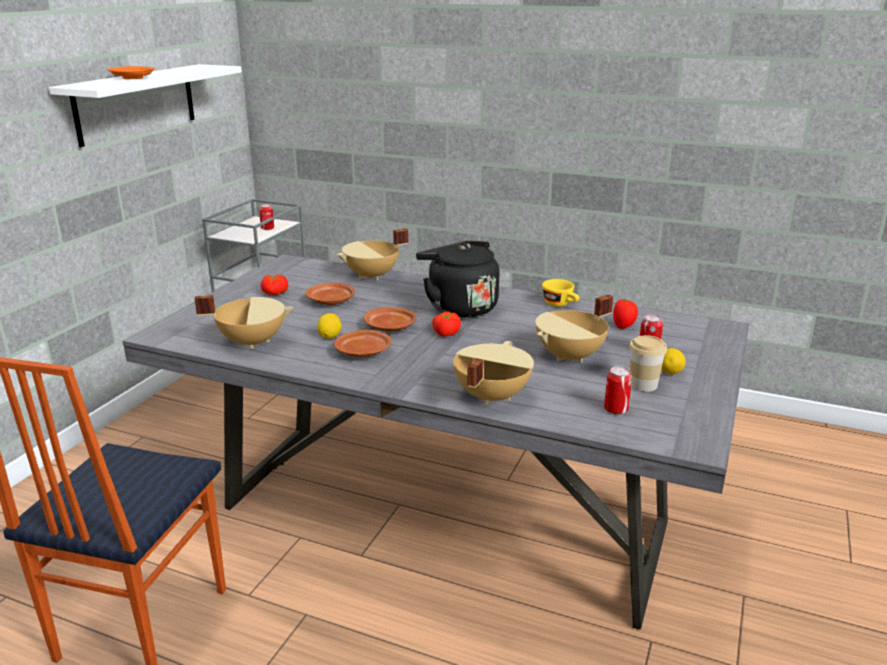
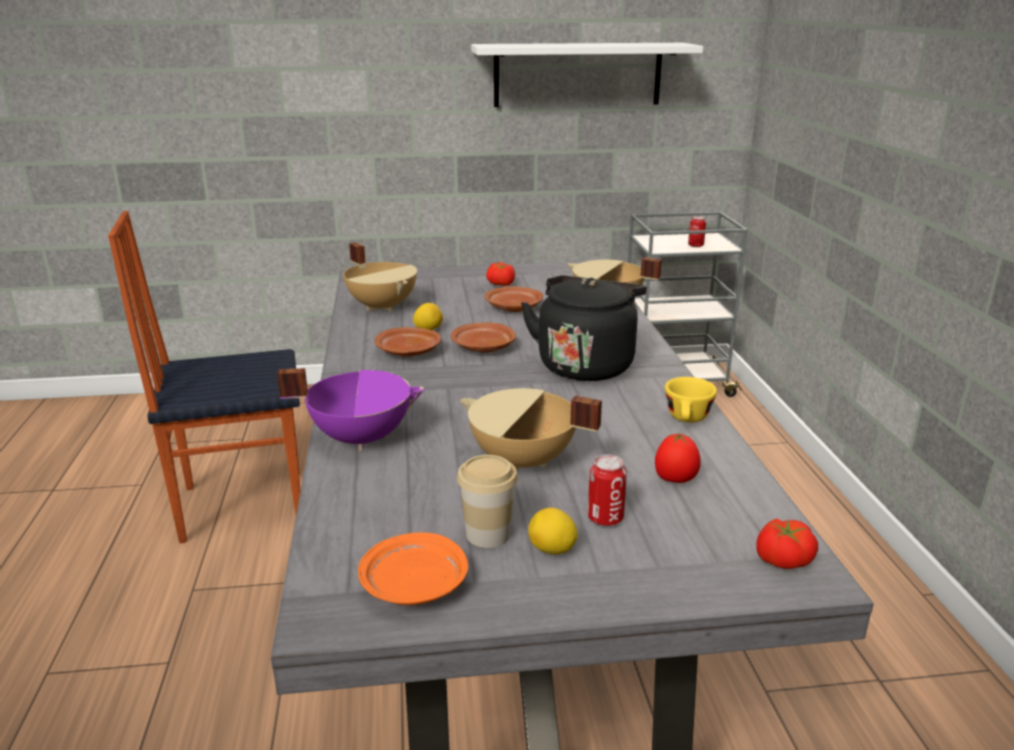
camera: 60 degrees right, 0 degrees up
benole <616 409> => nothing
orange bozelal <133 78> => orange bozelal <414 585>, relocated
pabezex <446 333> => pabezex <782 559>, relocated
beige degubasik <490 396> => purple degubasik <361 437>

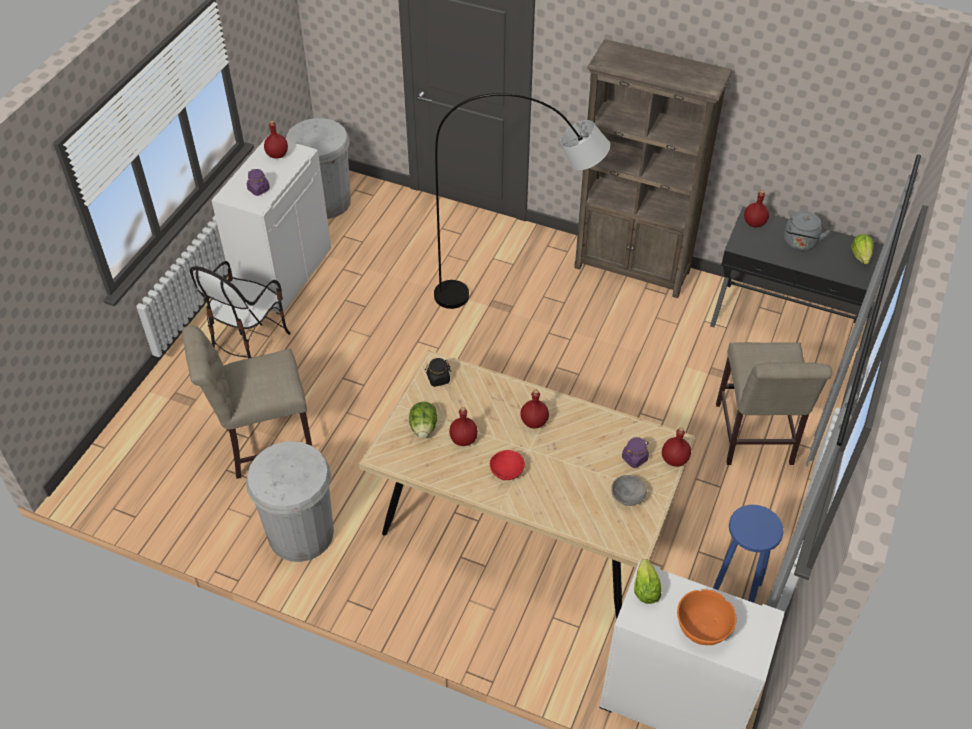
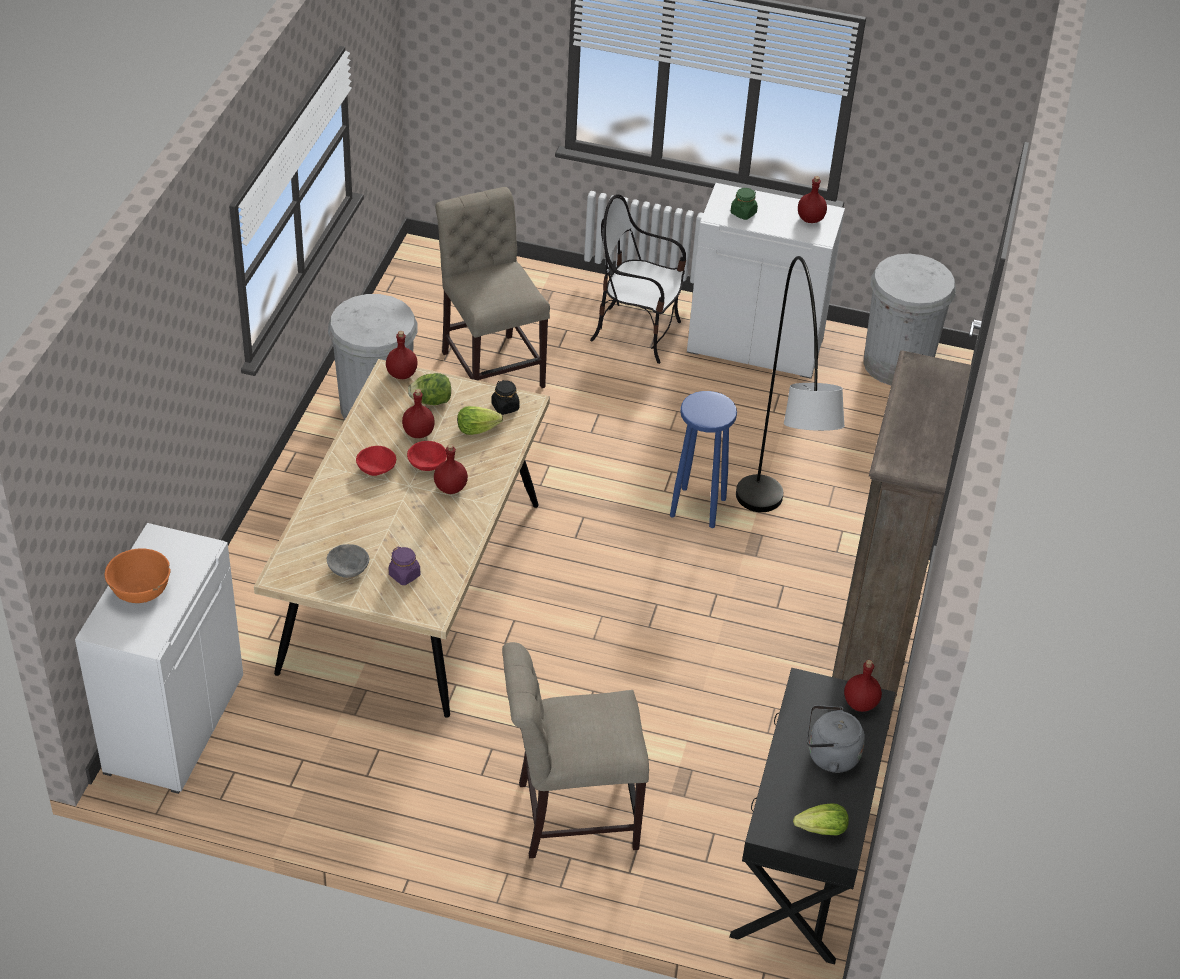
camera: 80 degrees right, 5 degrees down
nothing => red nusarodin <426 464>
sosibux <645 590> => sosibux <477 429>, relocated
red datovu <675 459> => red datovu <402 374>, relocated
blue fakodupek <735 592> => blue fakodupek <697 507>, relocated
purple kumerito <258 189> => green kumerito <743 213>

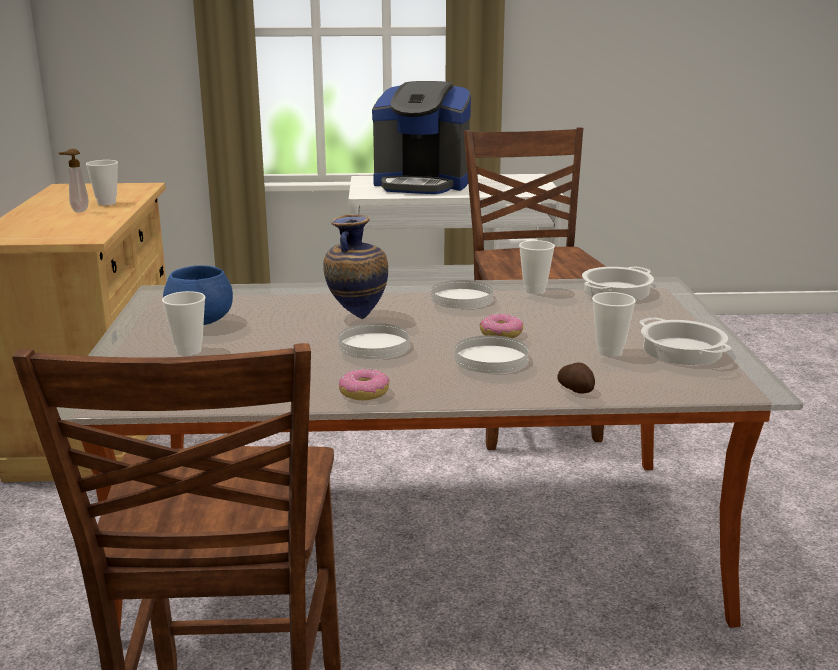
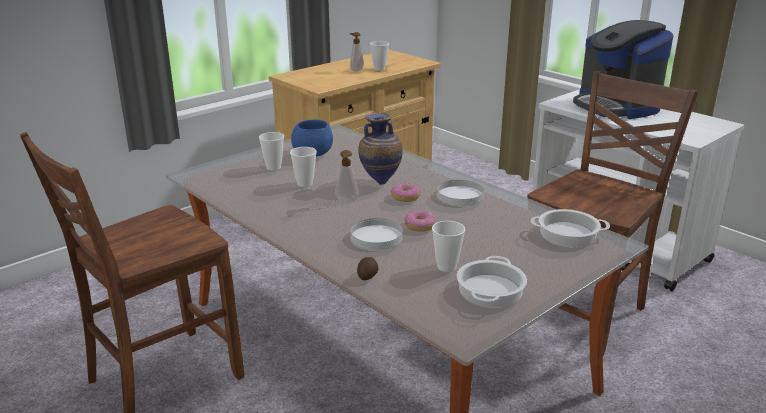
camera: 50 degrees right, 5 degrees up
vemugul <364 393> => vemugul <405 197>, relocated
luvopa <534 290> => luvopa <305 184>, relocated
white bozelal <374 345> => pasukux <346 201>

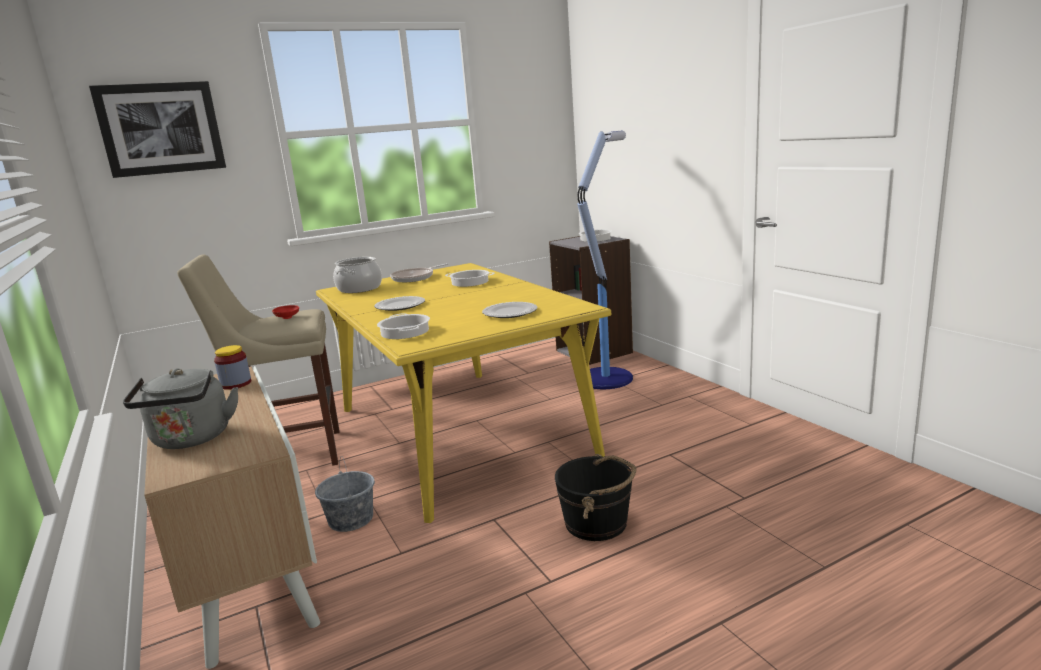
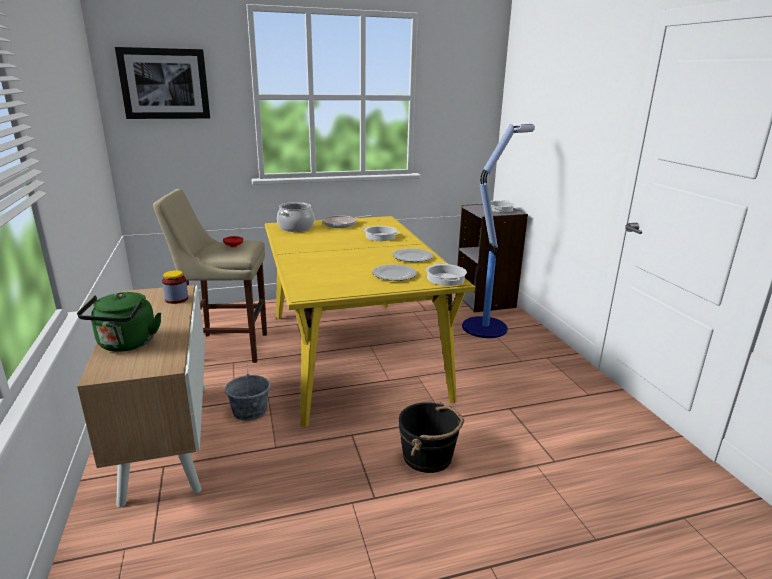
camera: 10 degrees right, 5 degrees up
bozelal <400 305> => bozelal <412 257>, relocated
degubasik <404 332> => degubasik <445 279>, relocated
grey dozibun <191 440> => green dozibun <126 344>

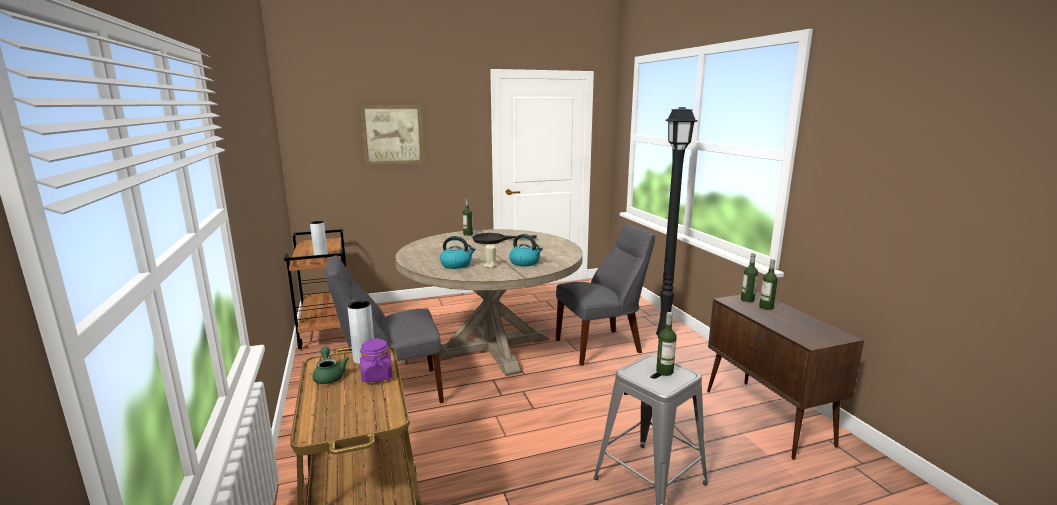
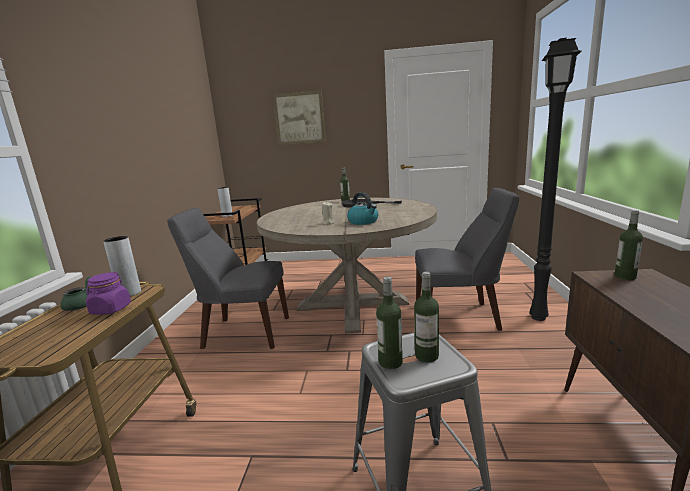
camera: 25 degrees right, 0 degrees up
dozibun <456 265> => nothing
datovu <766 307> => datovu <390 362>, relocated

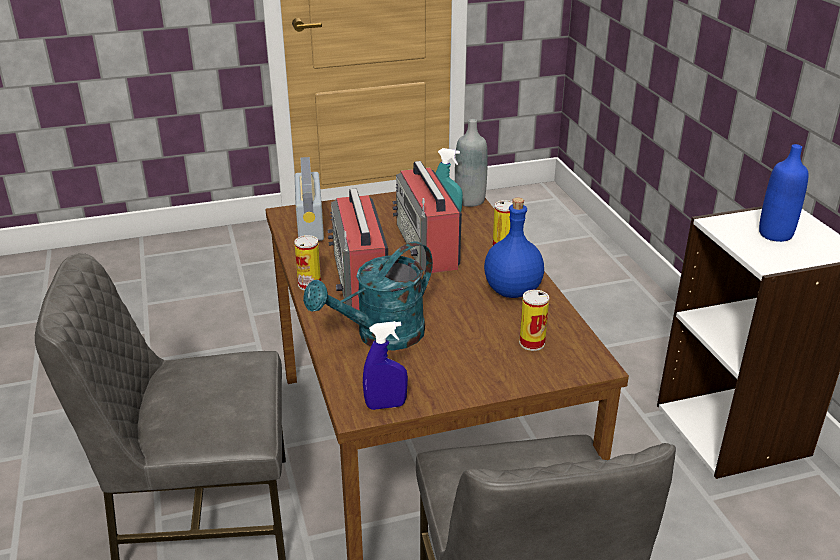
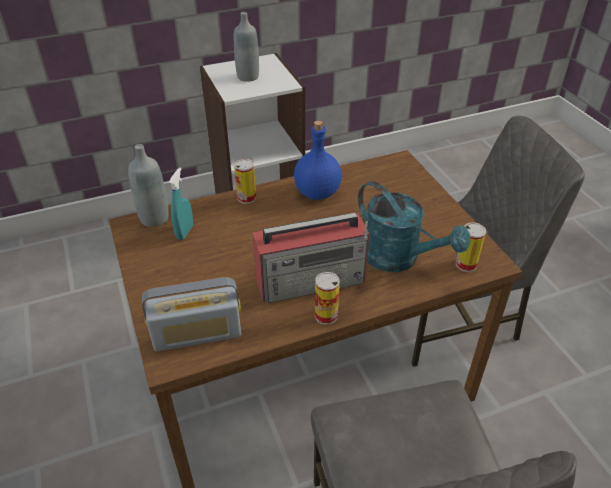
camera: 95 degrees left, 10 degrees up
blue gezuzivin <385 405> => nothing
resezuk <427 246> => nothing
benole <532 343> => benole <466 264>, relocated
blue datovu <775 234> => grey datovu <248 77>

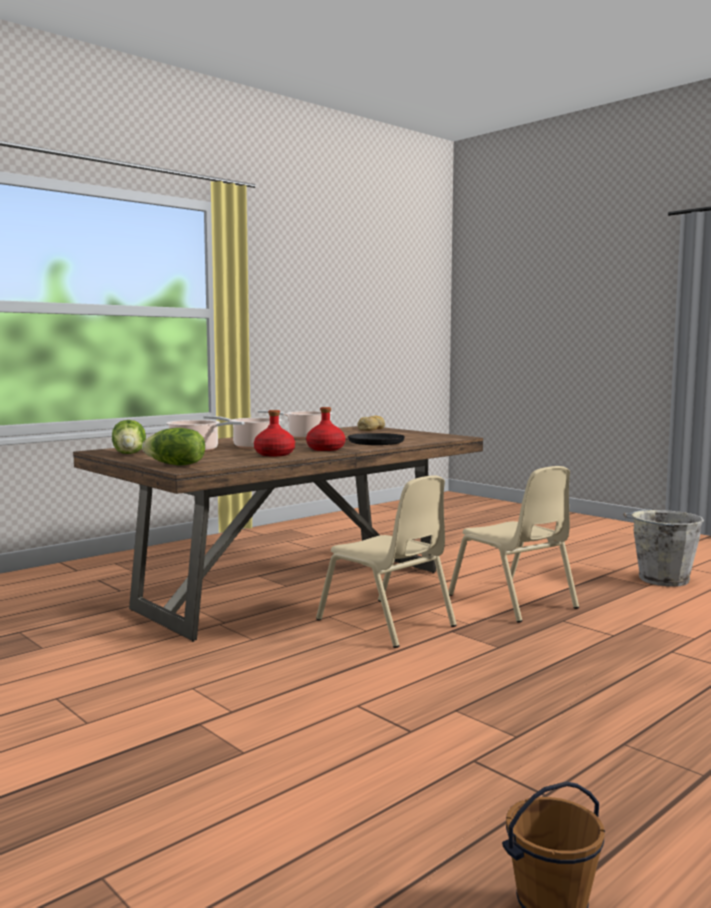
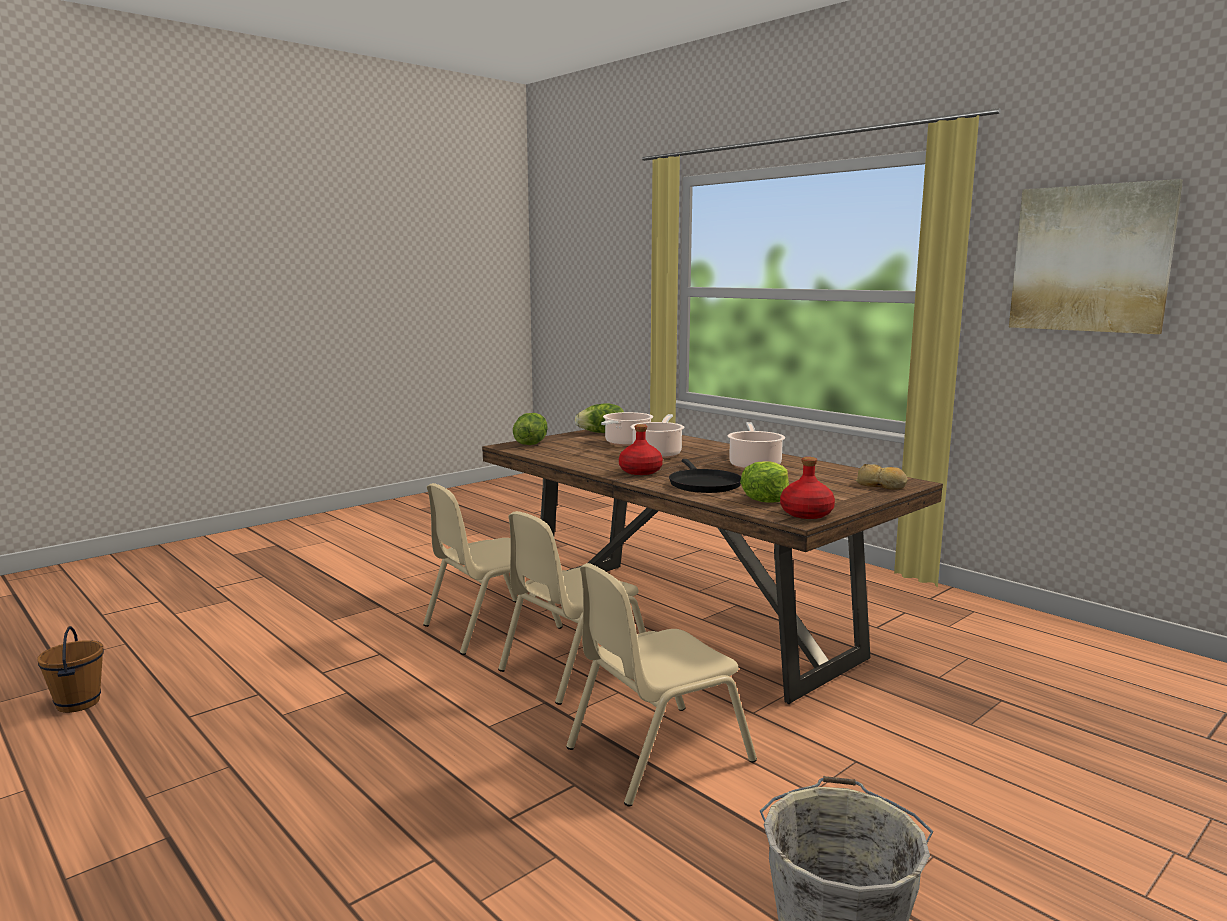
camera: 90 degrees right, 5 degrees up
nothing => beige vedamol <490 626>
nothing => sosibux <766 498>
nothing => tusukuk <1091 259>
red datovu <274 454> => red datovu <807 514>, relocated

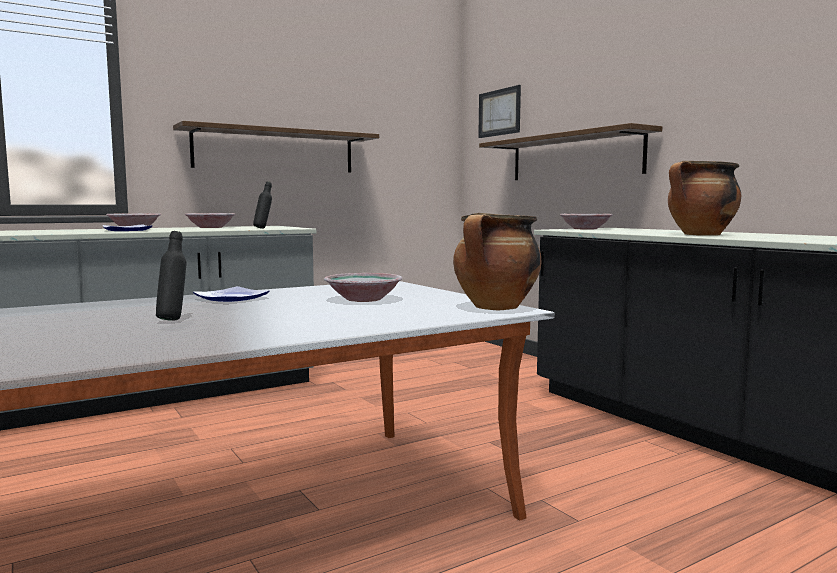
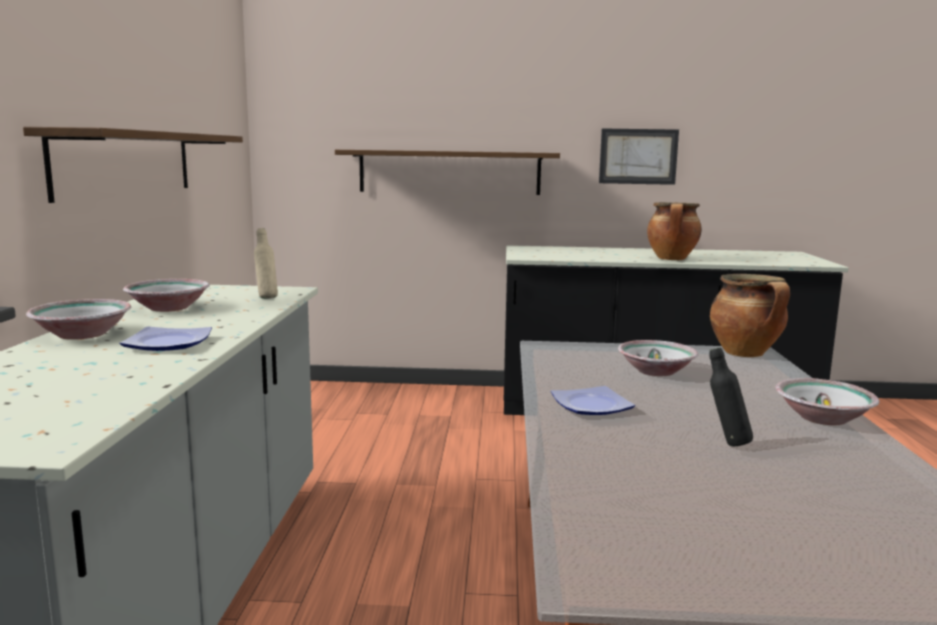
camera: 55 degrees left, 5 degrees up
tusukuk <499 112> => tusukuk <638 156>, relocated
nusarodin <586 229> => nusarodin <823 417>, relocated
black datovu <263 228> => beige datovu <266 298>

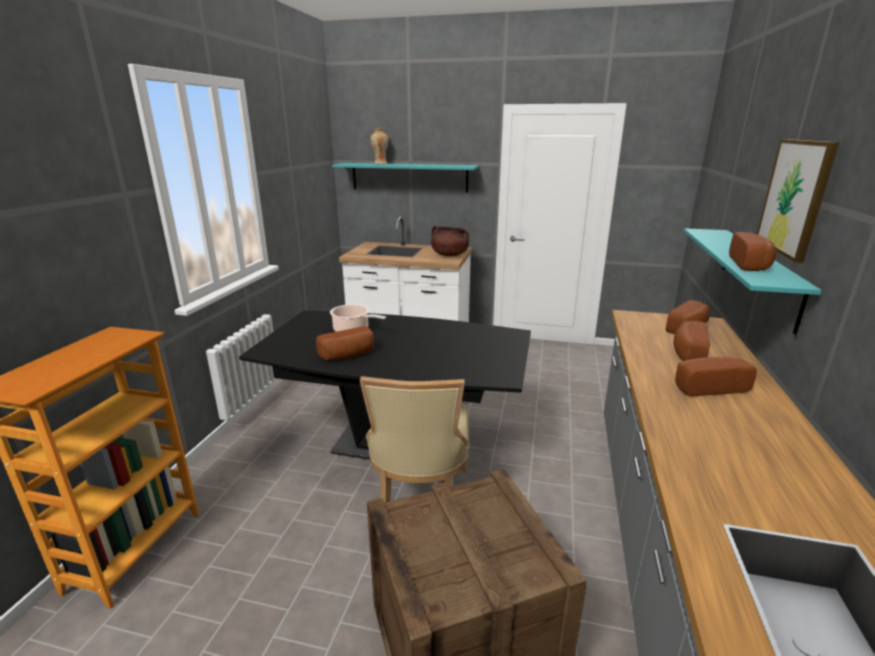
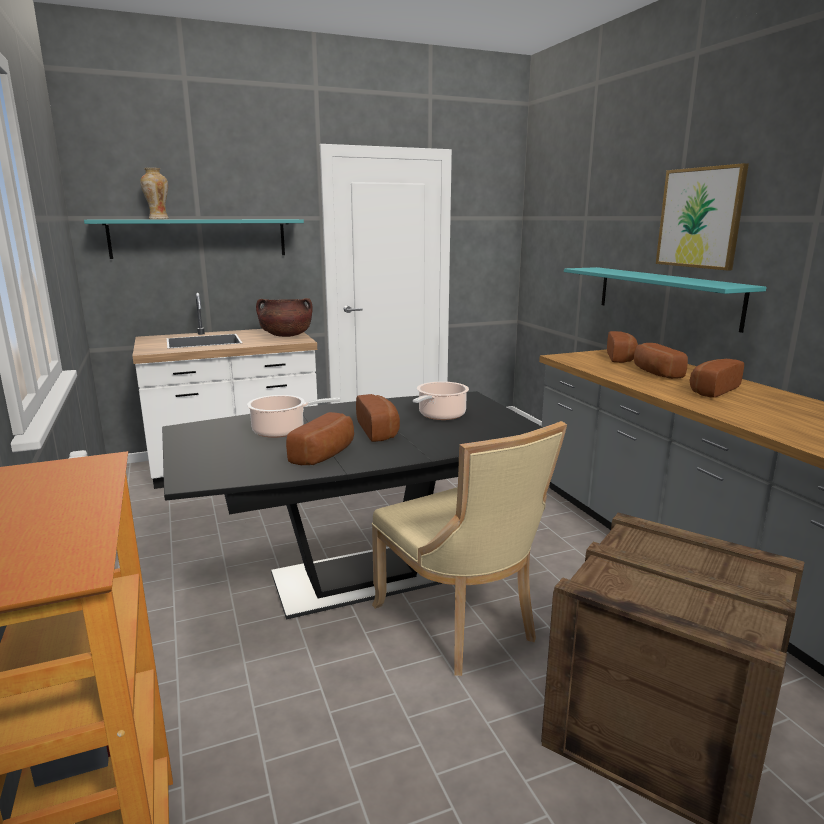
camera: 35 degrees left, 5 degrees down
nothing => degubasik <440 416>
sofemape <751 264> => sofemape <380 430>, relocated

